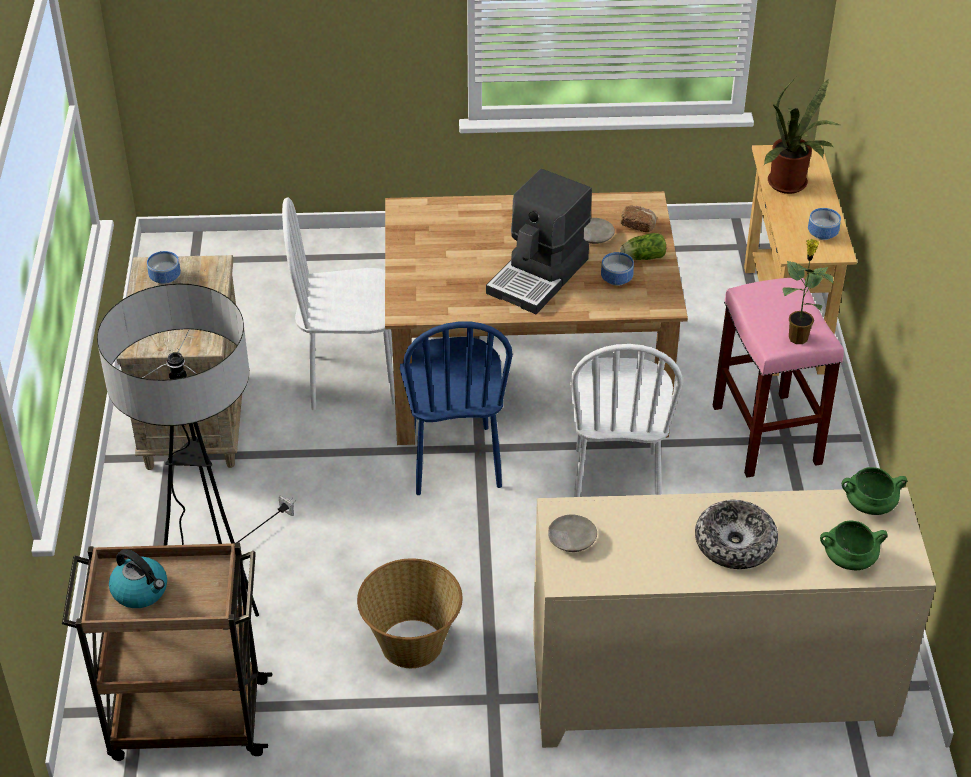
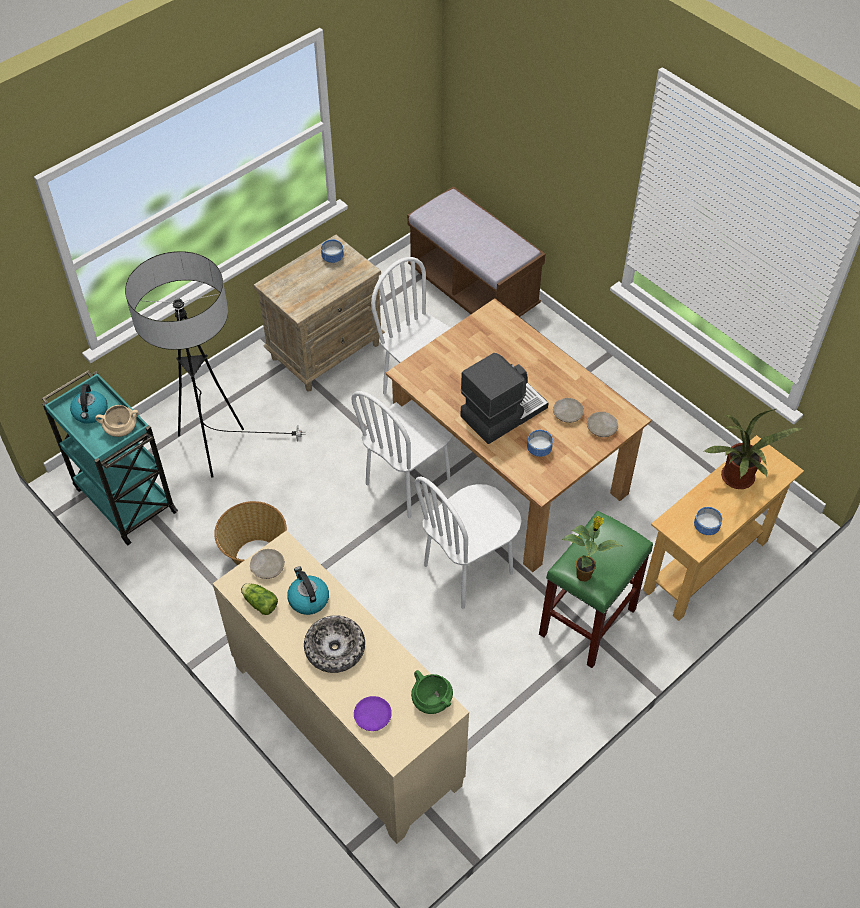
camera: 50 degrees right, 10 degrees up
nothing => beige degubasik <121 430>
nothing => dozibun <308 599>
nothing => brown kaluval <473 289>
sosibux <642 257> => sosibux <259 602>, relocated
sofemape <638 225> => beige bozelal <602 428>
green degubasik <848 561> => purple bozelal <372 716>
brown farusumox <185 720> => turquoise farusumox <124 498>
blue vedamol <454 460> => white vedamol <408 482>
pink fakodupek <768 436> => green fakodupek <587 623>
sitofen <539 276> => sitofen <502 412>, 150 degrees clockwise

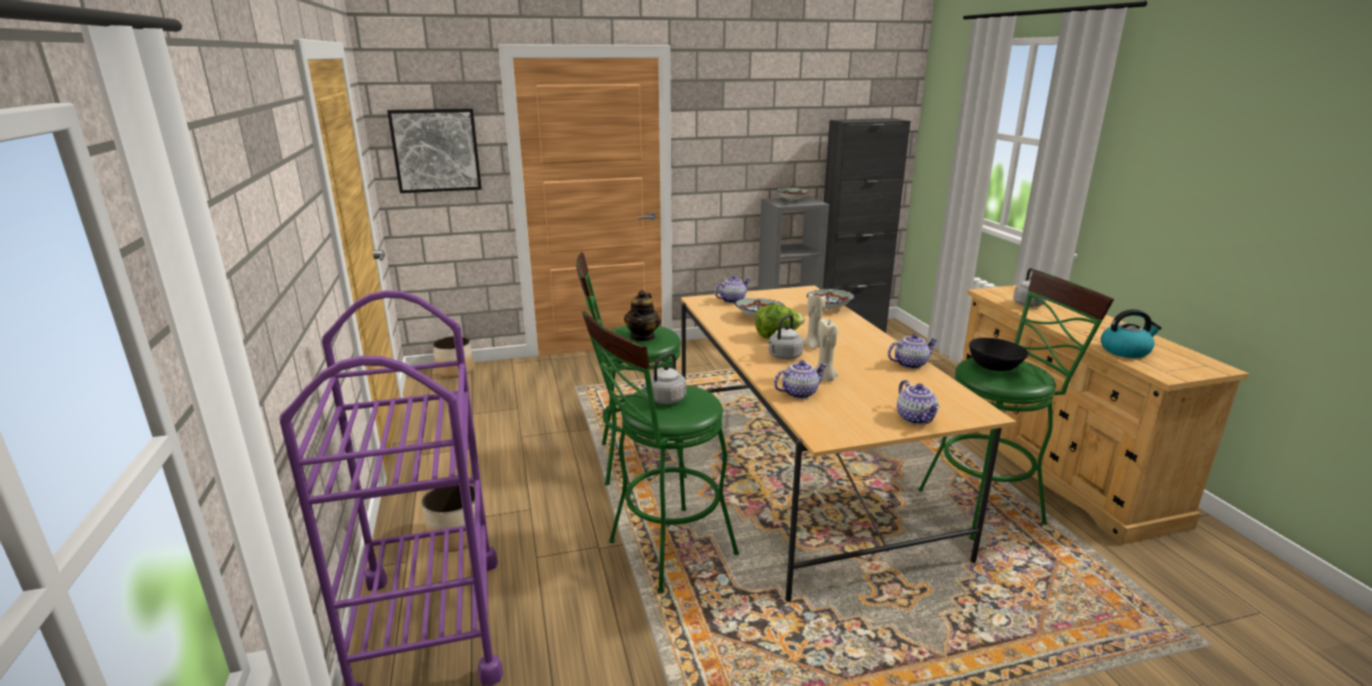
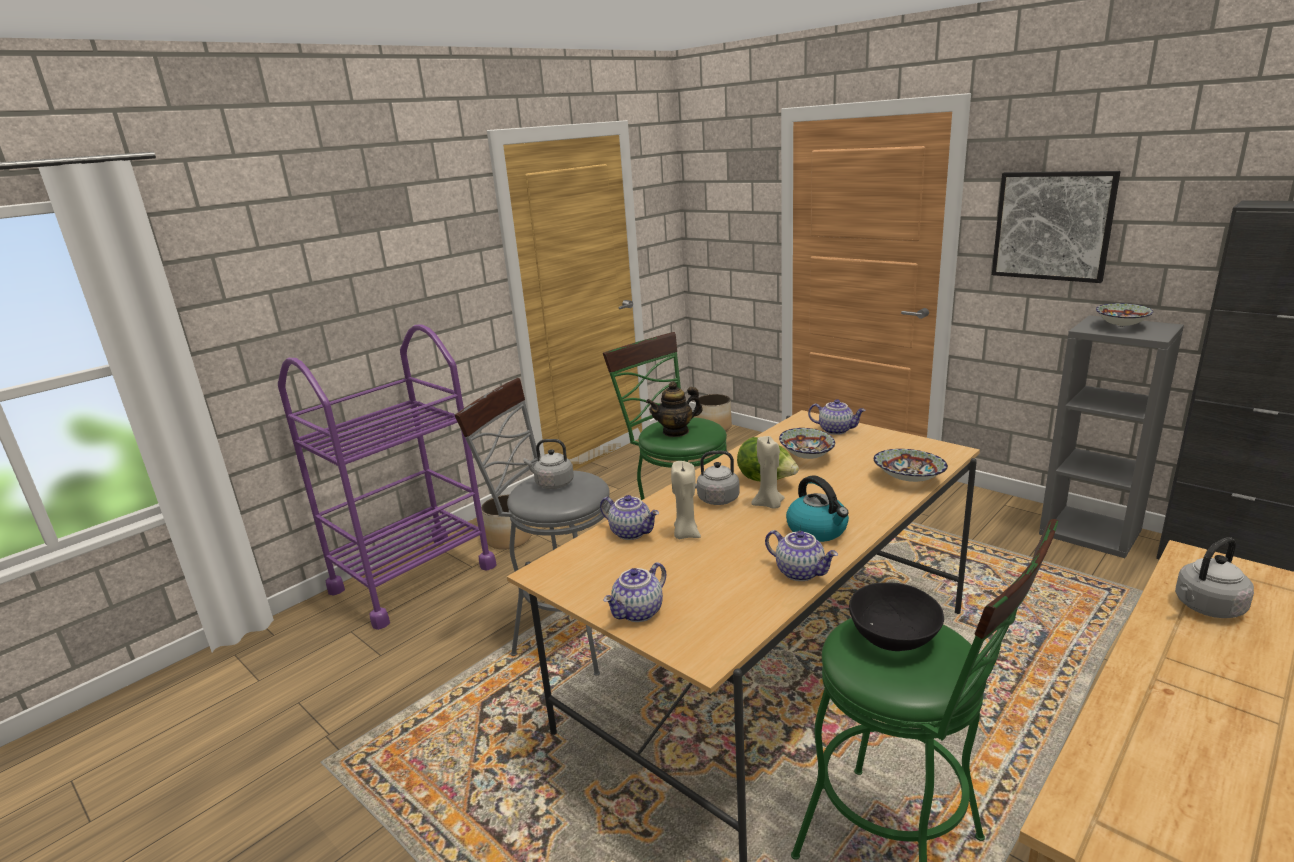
camera: 60 degrees right, 0 degrees up
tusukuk <436 150> => tusukuk <1052 226>, relocated
dozibun <1125 351> => dozibun <818 530>, relocated
green fakodupek <663 552> => grey fakodupek <566 634>

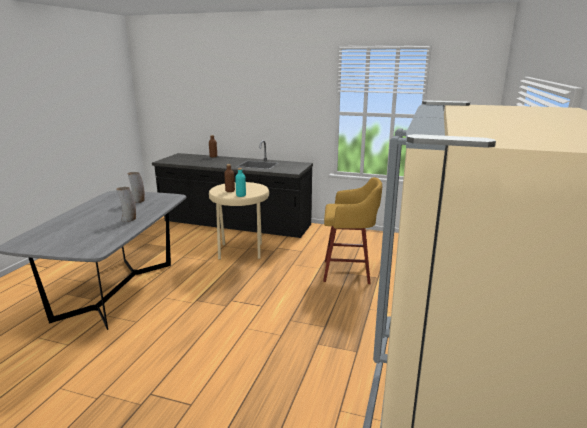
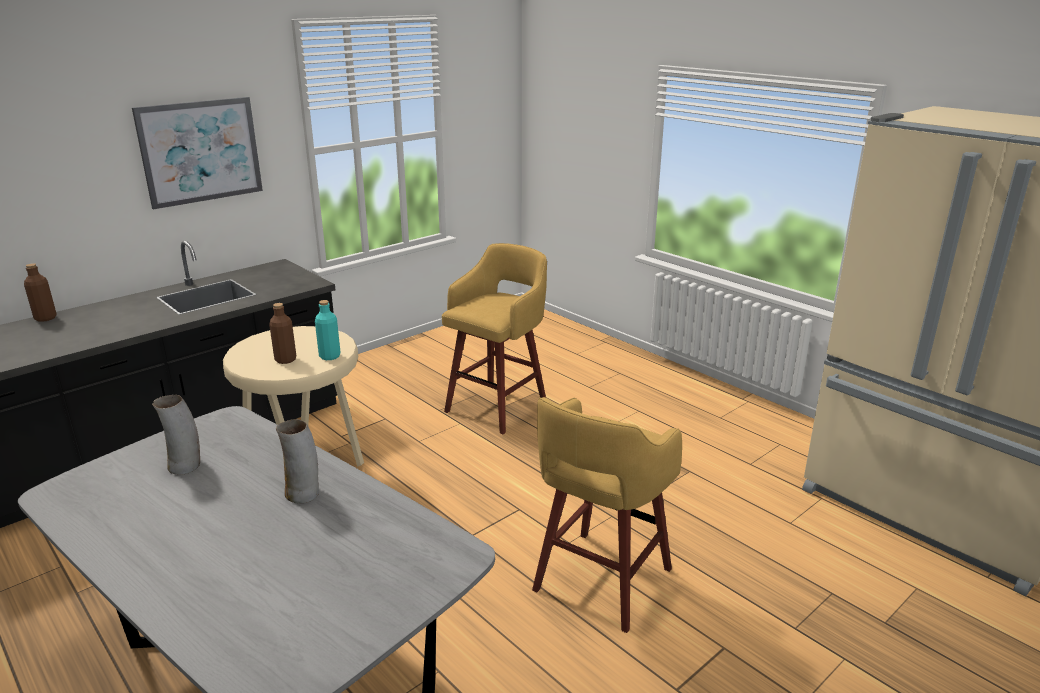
camera: 60 degrees left, 5 degrees up
nothing => tusukuk <200 151>
nothing => yellow fakodupek <600 582>

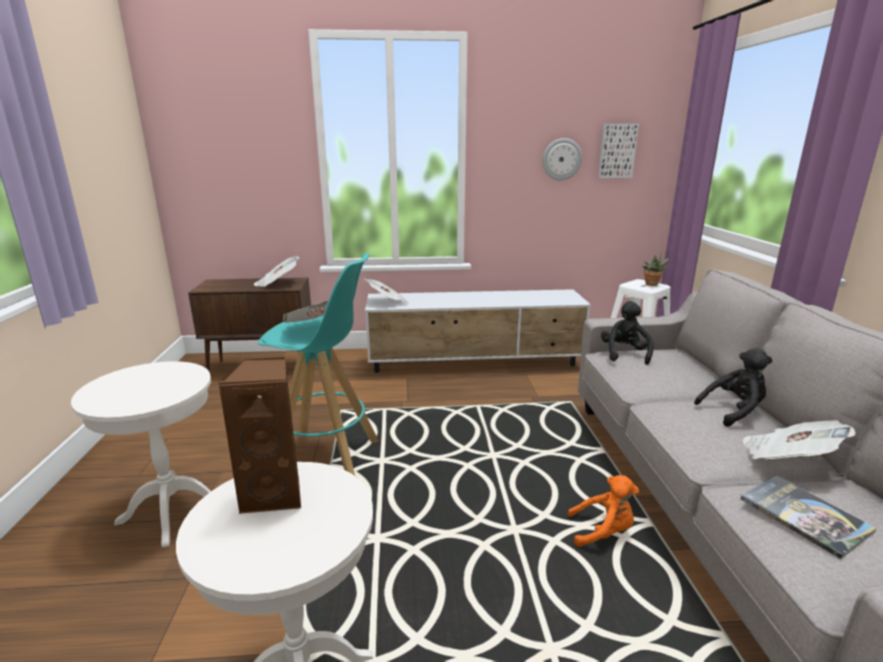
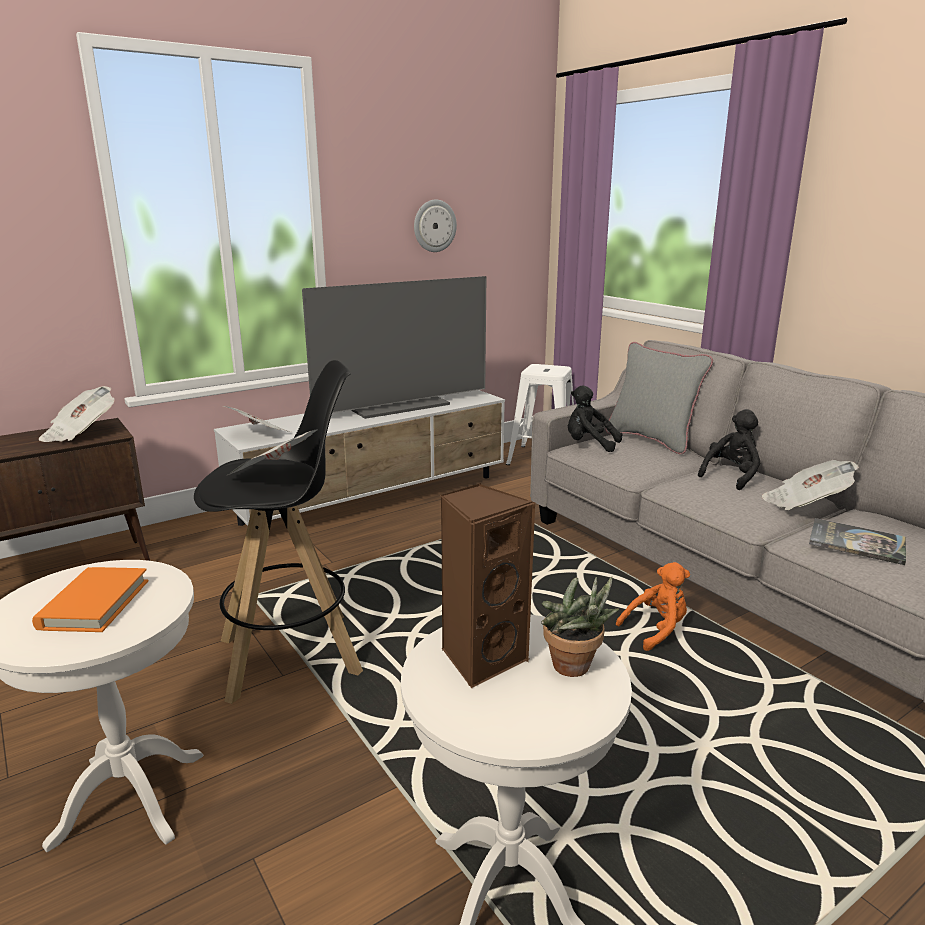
camera: 30 degrees left, 0 degrees up
tusukuk <616 151> => nothing
nothing => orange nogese <94 604>
nothing => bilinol <399 405>
nothing => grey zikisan <652 440>
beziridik <652 285> => beziridik <575 669>, relocated
turquoise fakodupek <327 457> => black fakodupek <292 656>
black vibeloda <624 354> => black vibeloda <589 445>, 45 degrees counterclockwise

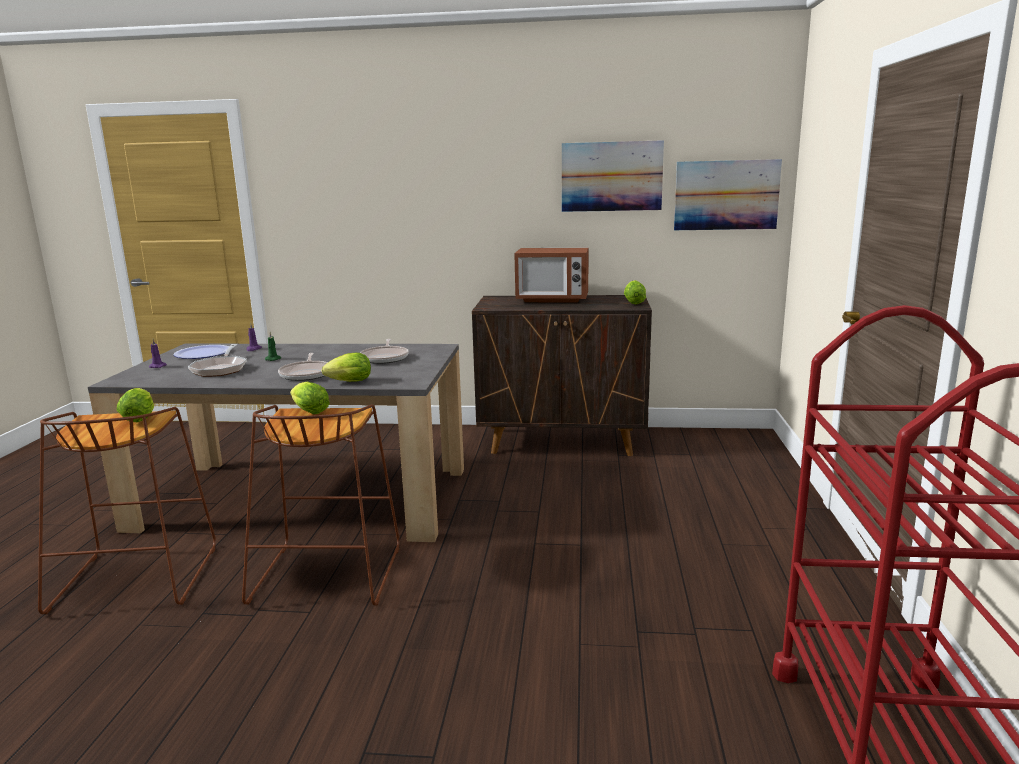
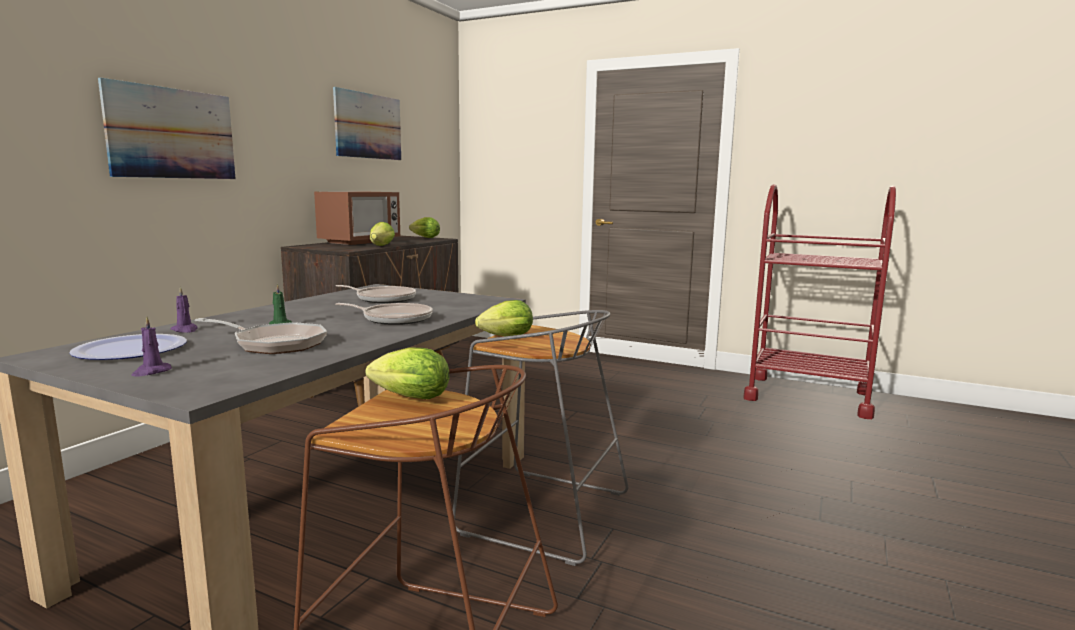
camera: 70 degrees left, 5 degrees down
sosibux <347 382> => sosibux <380 246>, relocated
tusukuk <726 195> => tusukuk <172 133>, relocated
brown fakodupek <326 573> => grey fakodupek <540 513>

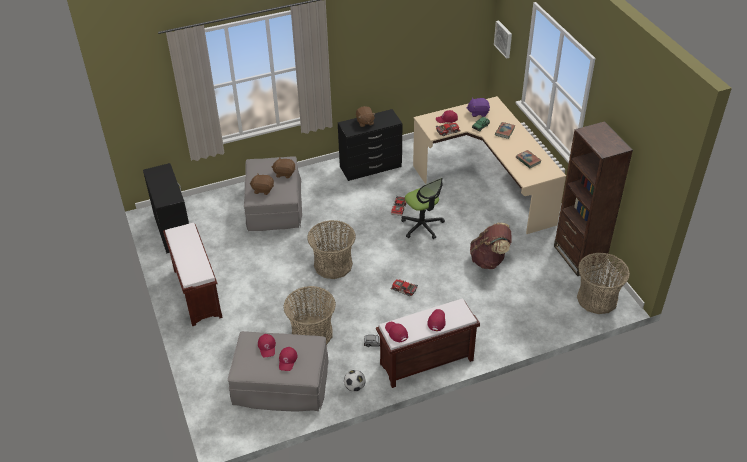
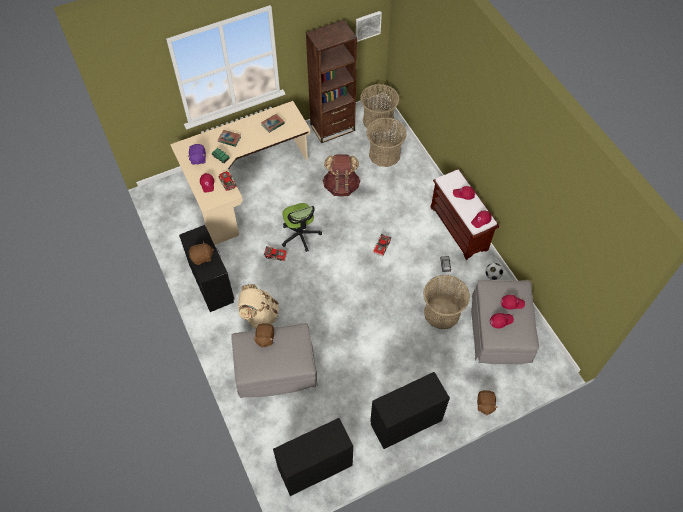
camera: 95 degrees left, 15 degrees up
nothing => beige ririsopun <260 315>
brown vibeloda <263 189> => brown vibeloda <485 405>, relocated
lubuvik <333 265> => lubuvik <384 154>, relocated
tusukuk <504 39> => tusukuk <367 25>, relocated
brown kaluval <196 292> => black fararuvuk <405 421>
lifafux <422 226> => lifafux <300 235>, 105 degrees clockwise

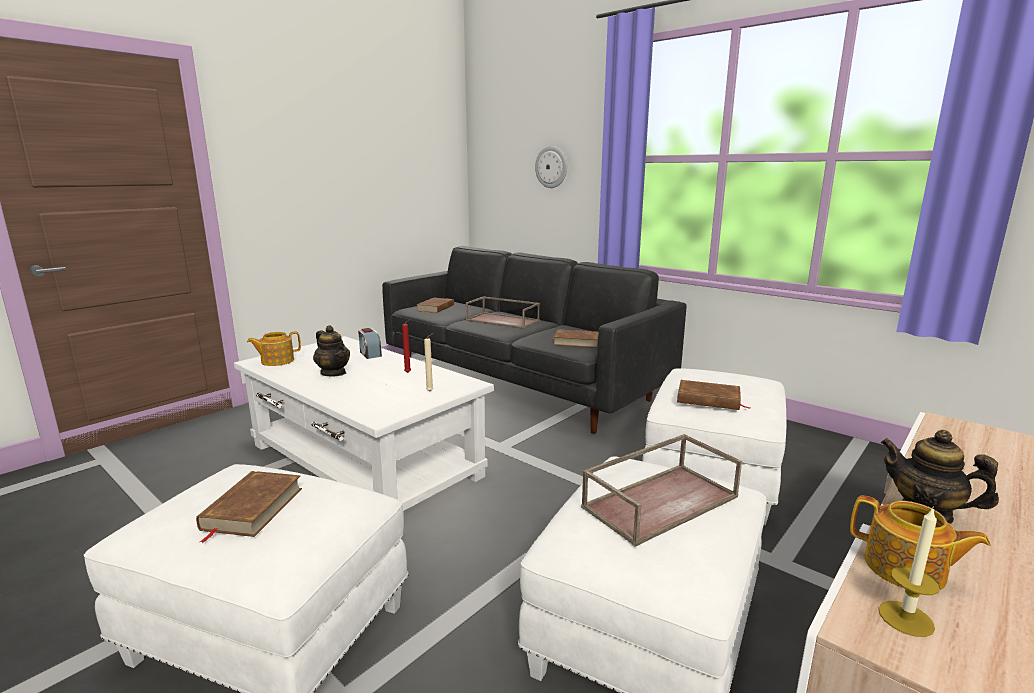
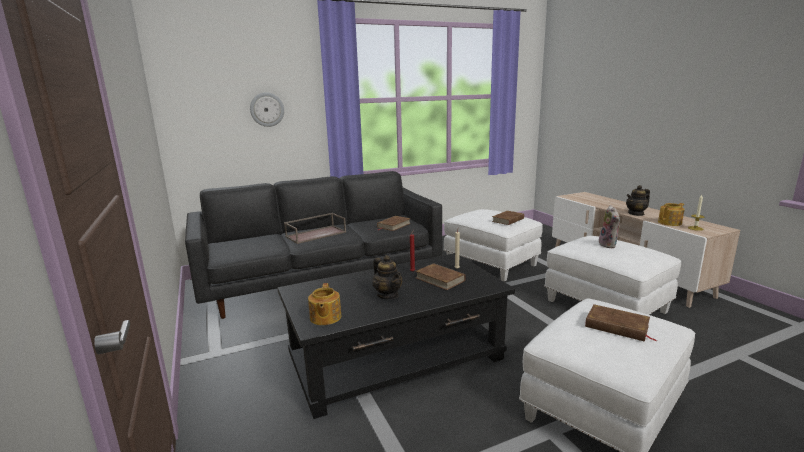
camera: 65 degrees left, 0 degrees up
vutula <370 354> => nothing
brown nogese <436 308> => brown nogese <440 279>, relocated
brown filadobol <660 501> => vibeloda <609 245>
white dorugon <364 460> => black dorugon <397 359>
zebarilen <333 373> => zebarilen <388 295>, 75 degrees clockwise

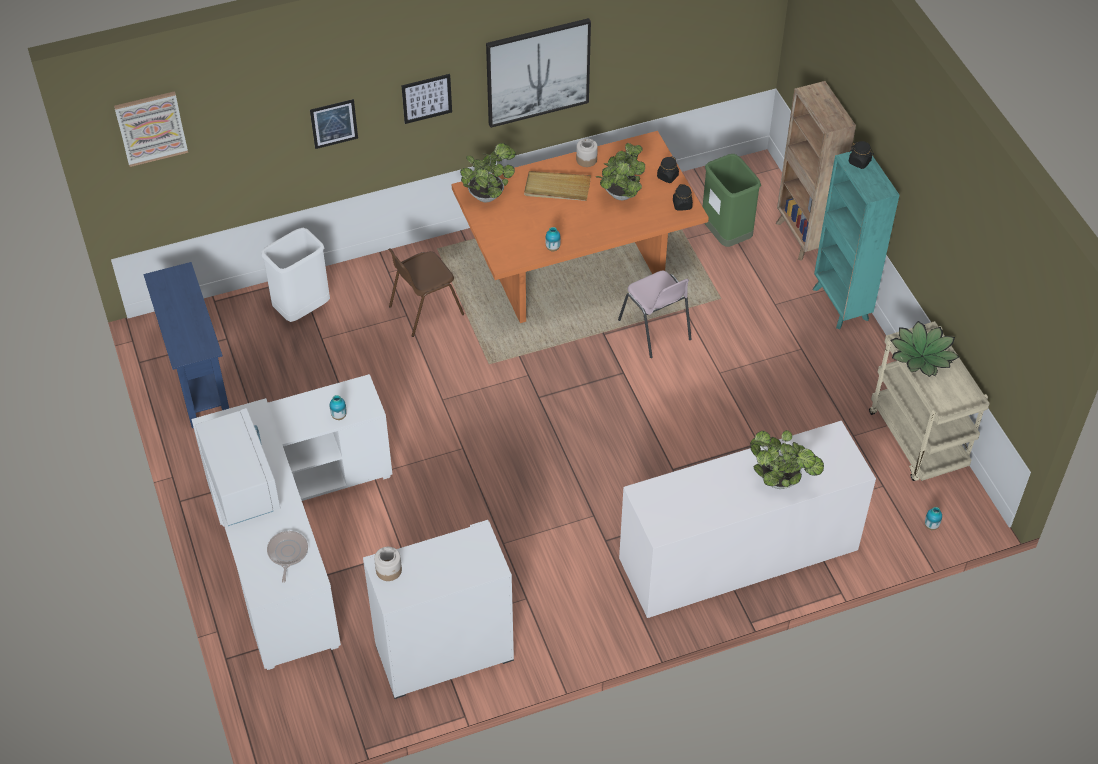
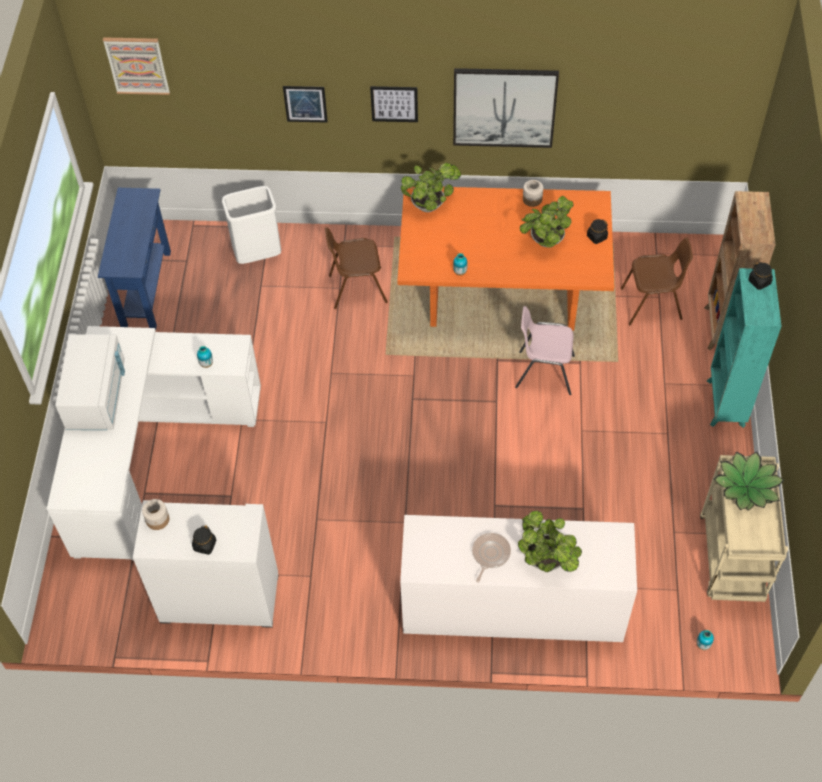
camera: 25 degrees right, 5 degrees up
beige filadobol <557 188> => nothing
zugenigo <287 553> => zugenigo <490 554>, relocated
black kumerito <682 205> => black kumerito <205 545>, relocated
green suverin <726 236> => brown vedamol <652 304>
pink vedamol <655 330> => pink vedamol <544 372>, 105 degrees clockwise

